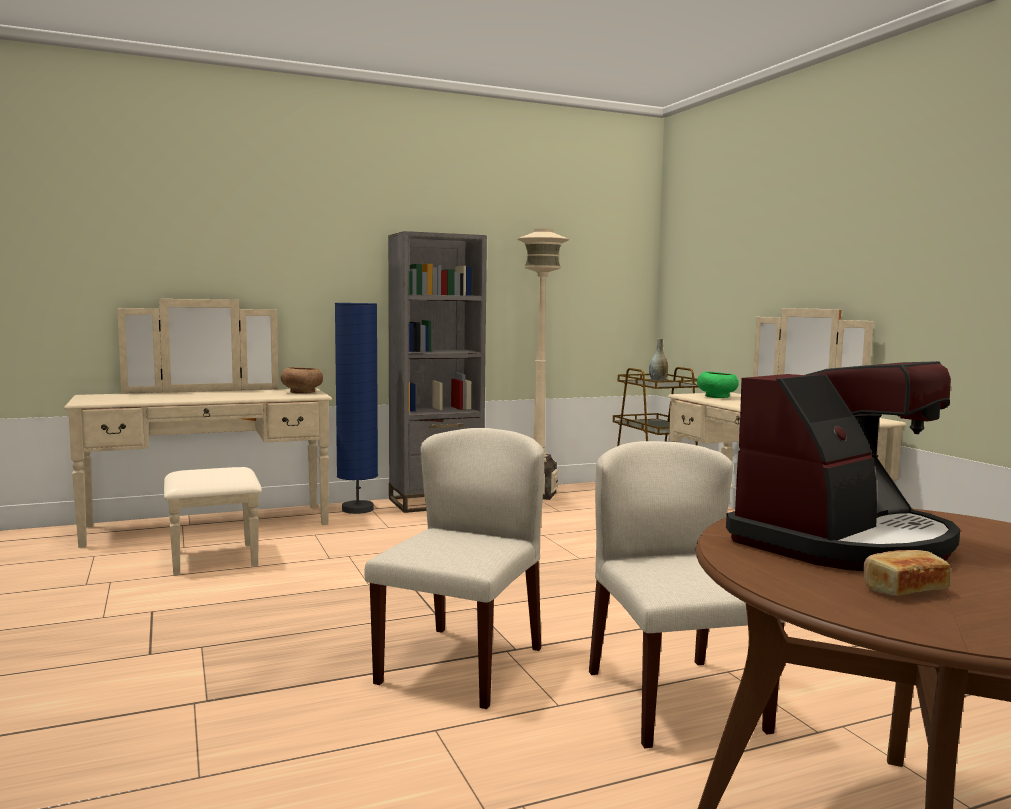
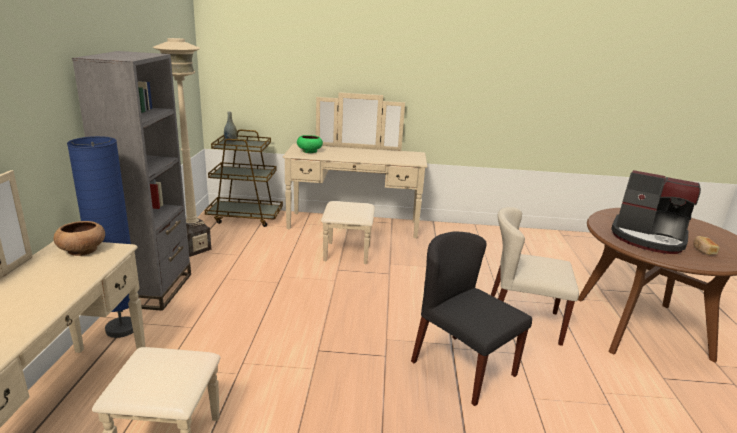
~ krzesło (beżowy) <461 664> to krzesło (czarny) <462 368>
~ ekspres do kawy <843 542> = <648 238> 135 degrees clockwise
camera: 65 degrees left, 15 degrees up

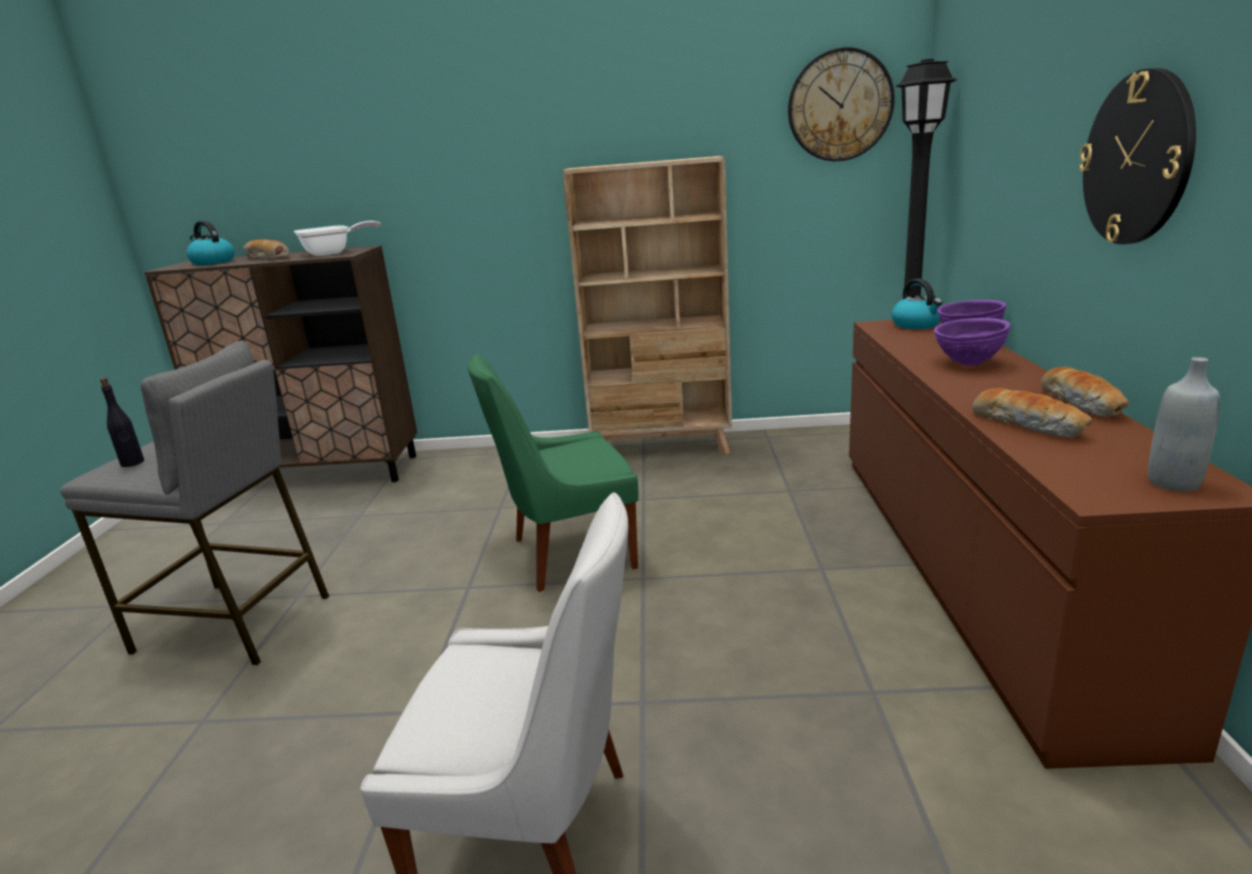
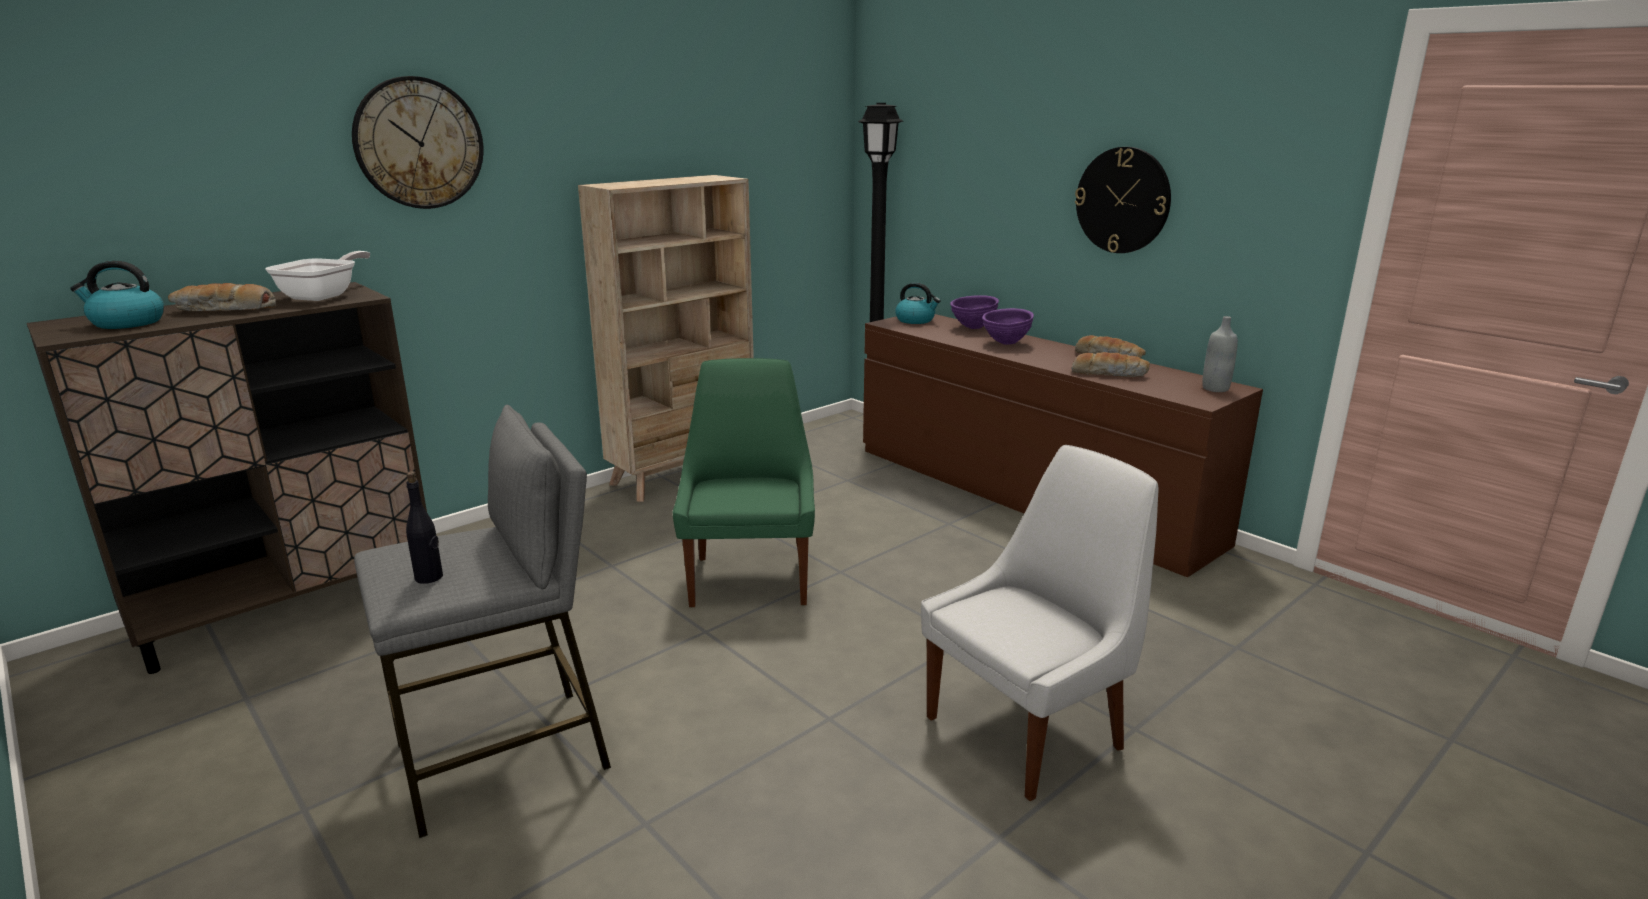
~ zegar ścienny <840 106> to <419 143>
~ krzesło (zielony) <568 554> = <750 578> 150 degrees clockwise
camera: 45 degrees left, 0 degrees up

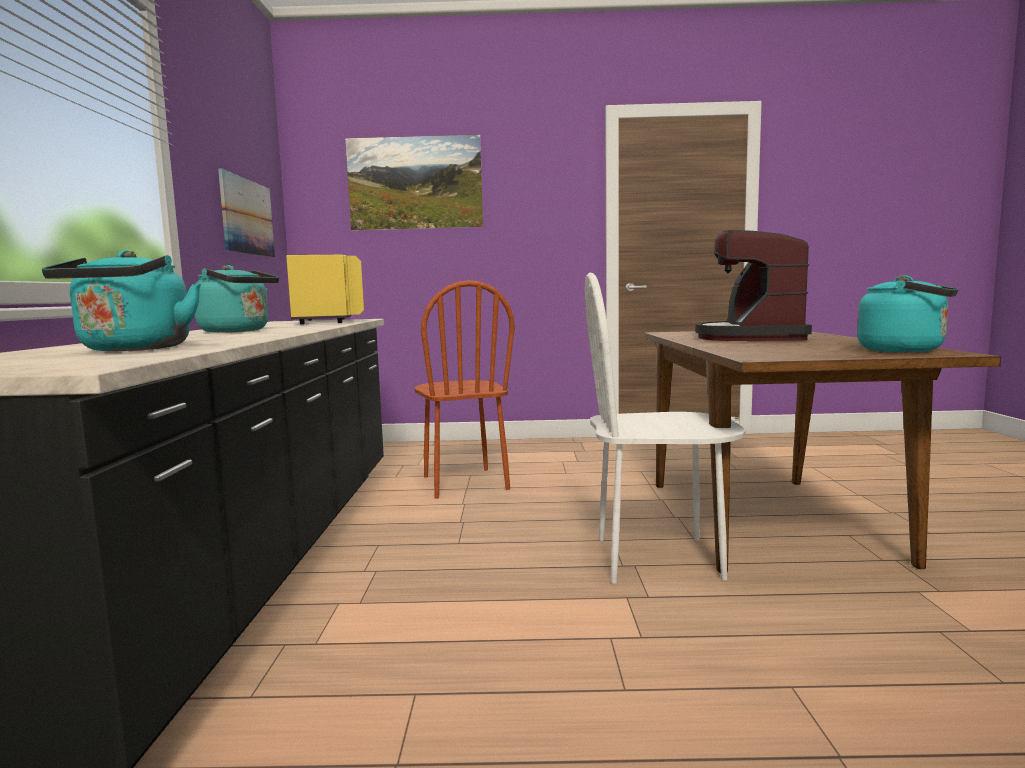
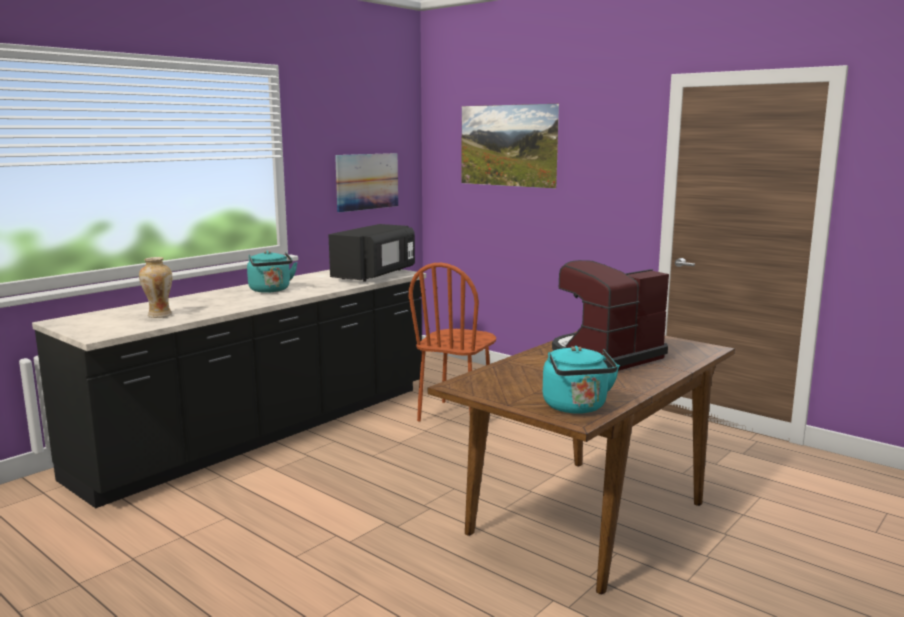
- krzesło (biały) <657 558>
~ czajnik (turkusowy) <133 349> to wazon <159 315>
~ mikrofalówka (żółty) <330 321> to mikrofalówka (czarny) <375 275>
camera: 40 degrees right, 5 degrees up

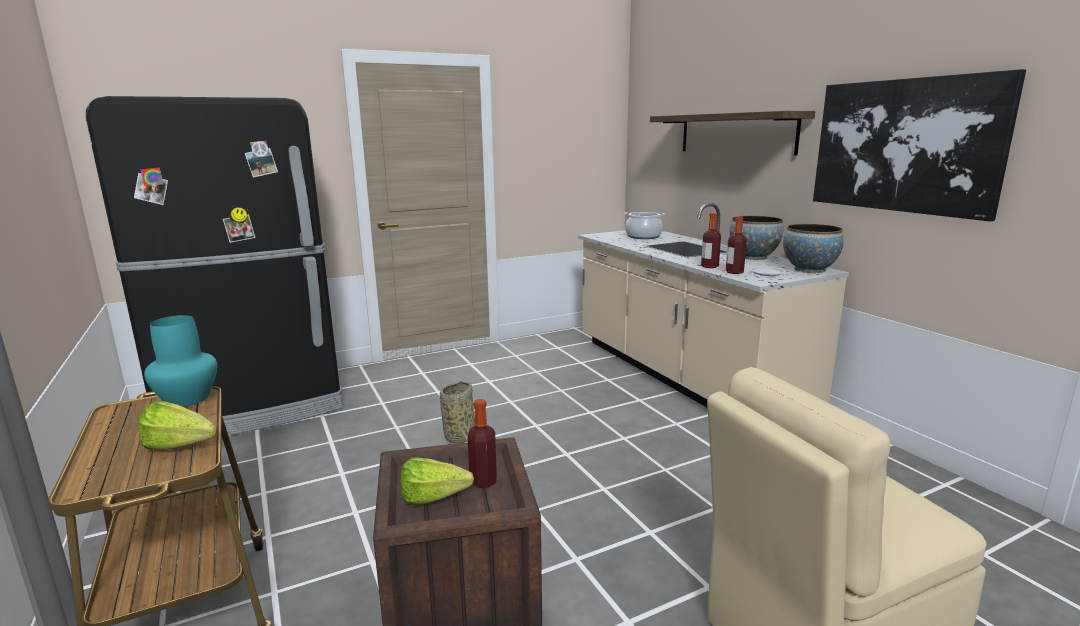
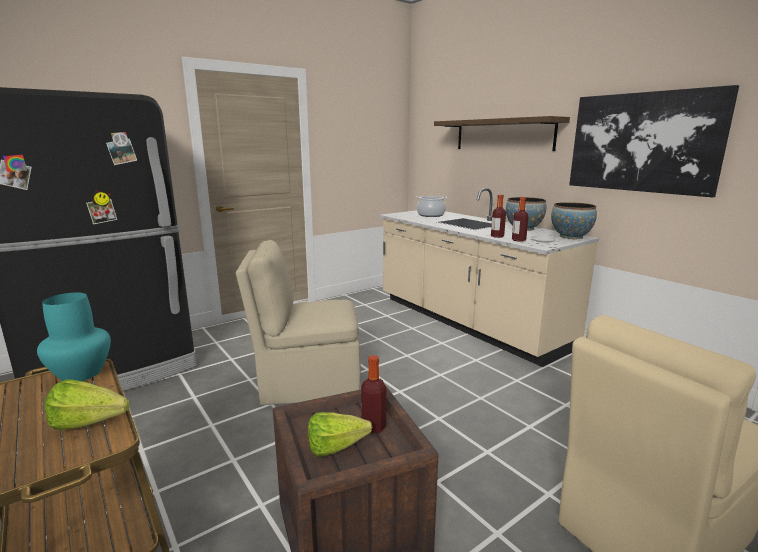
~ koszyk <460 436> to krzesło (beżowy) <307 383>
camera: 10 degrees left, 0 degrees up

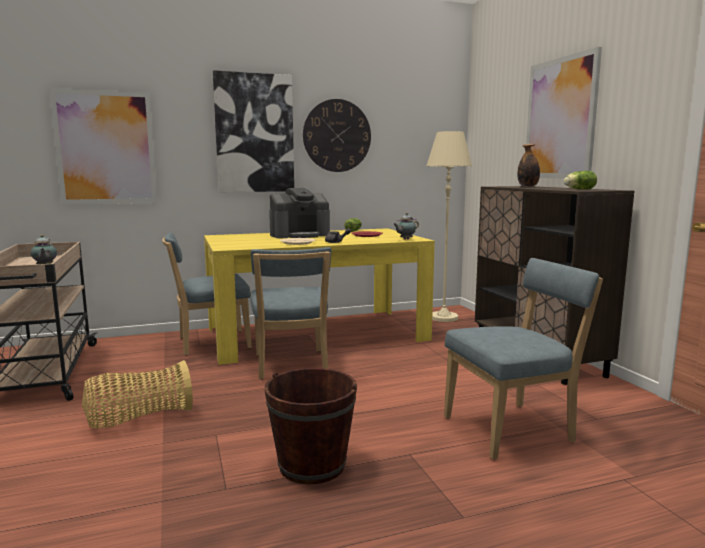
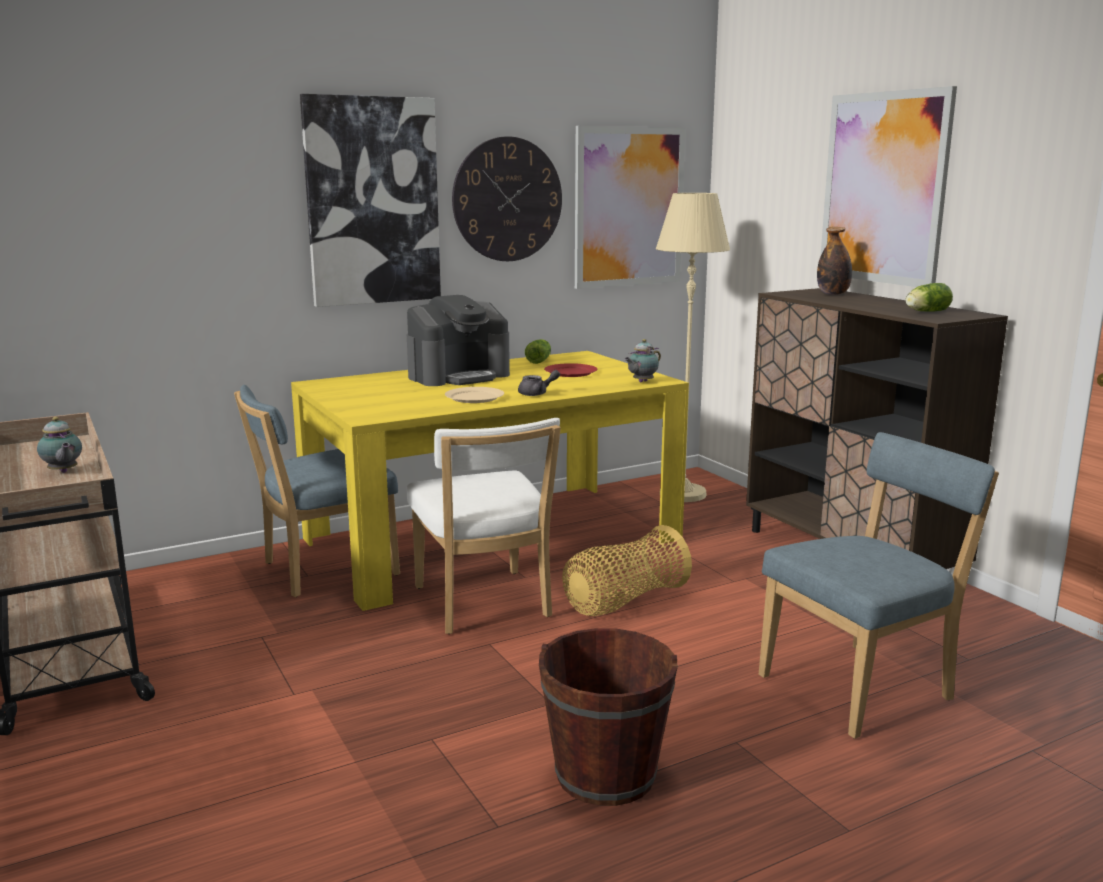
~ obraz <106 148> to <629 207>
~ koszyk <139 418> to <623 602>
~ krzesło (niebieski) <291 366> to krzesło (biały) <484 605>
camera: 10 degrees left, 5 degrees up

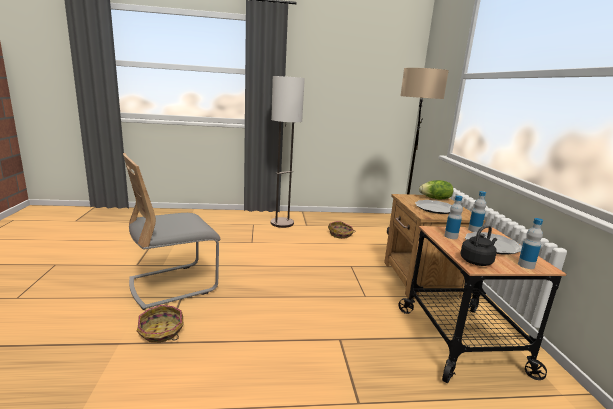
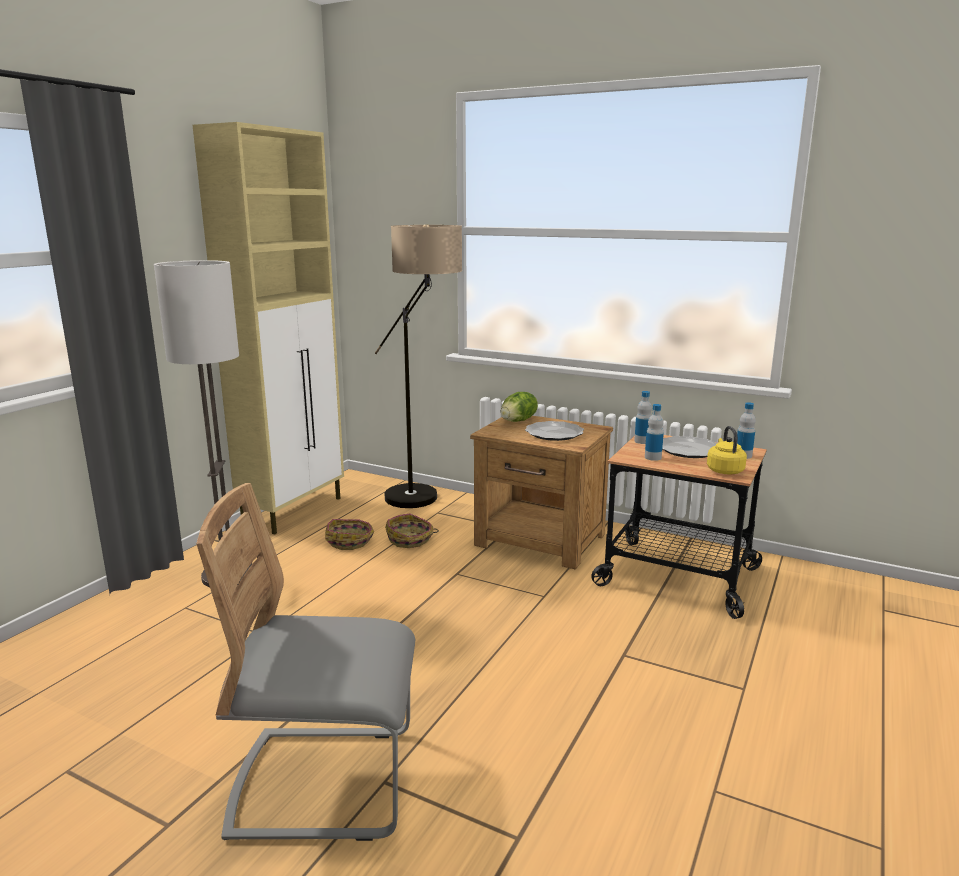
+ szafka (beżowy) <294 511>
~ koszyk <161 332> to <410 540>
~ czajnik (czarny) <477 261> to czajnik (żółty) <724 470>
~ krzesło (szary) <173 284> = <325 782> 90 degrees clockwise
camera: 55 degrees left, 0 degrees up

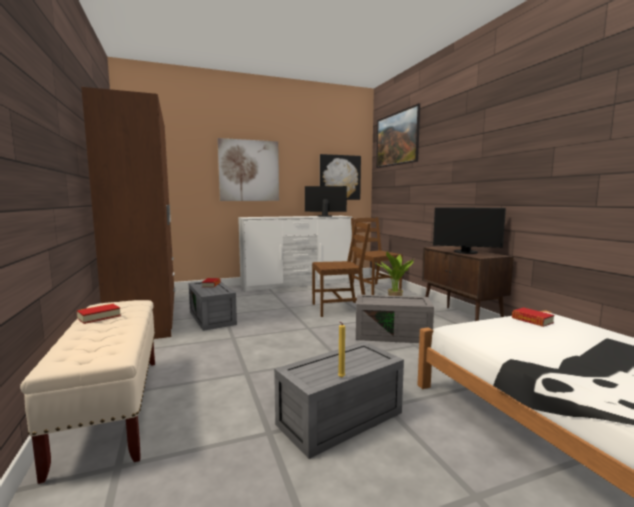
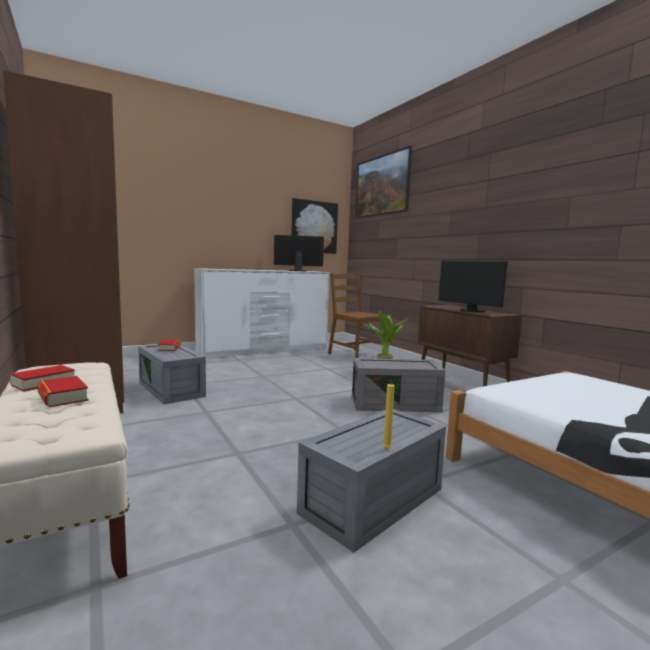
- obraz <249 170>
- krzesło (brązowy) <339 308>
~ książka <532 320> to <62 397>
~ monitor <466 252> = <471 311> 45 degrees clockwise
camera: 10 degrees left, 0 degrees up

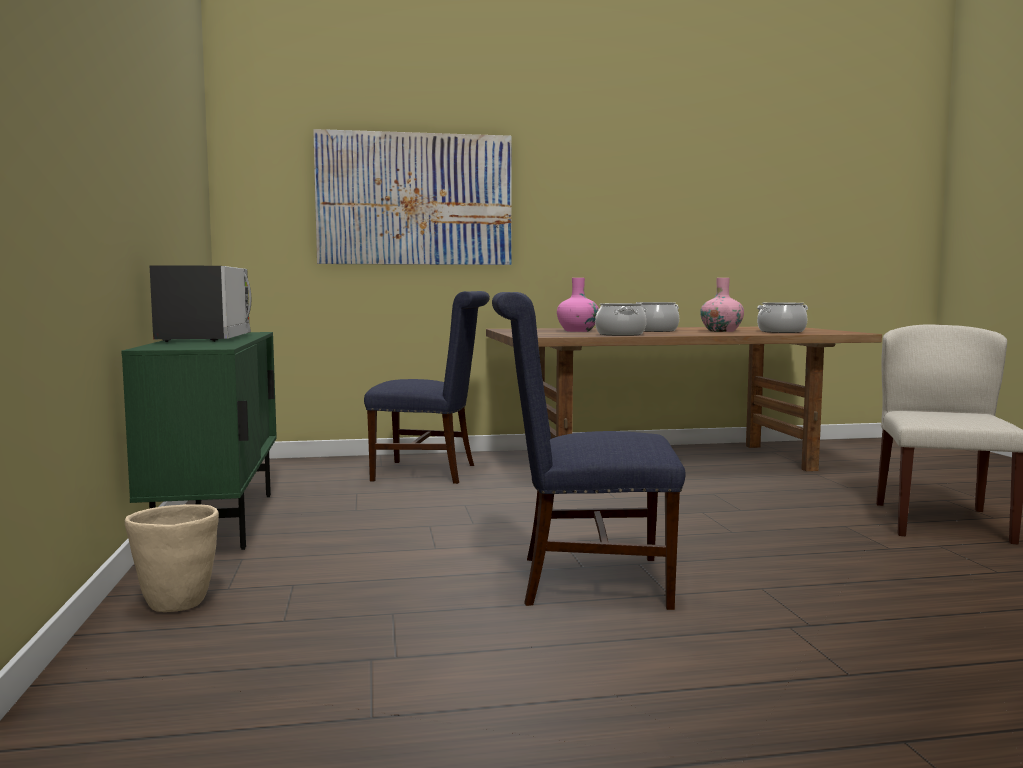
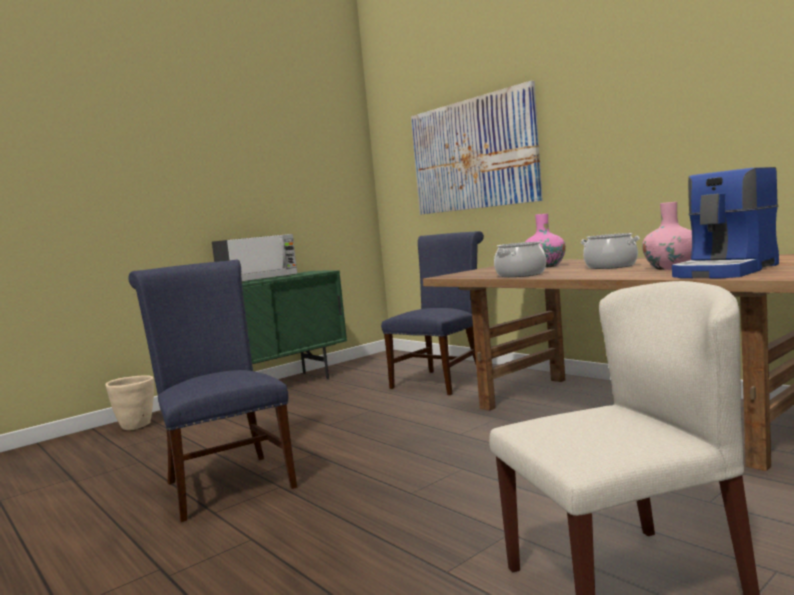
~ garnek <781 332> to ekspres do kawy <727 271>
~ krzesło (niebieski) <432 472> = <442 380> 120 degrees counterclockwise
camera: 60 degrees right, 0 degrees up

